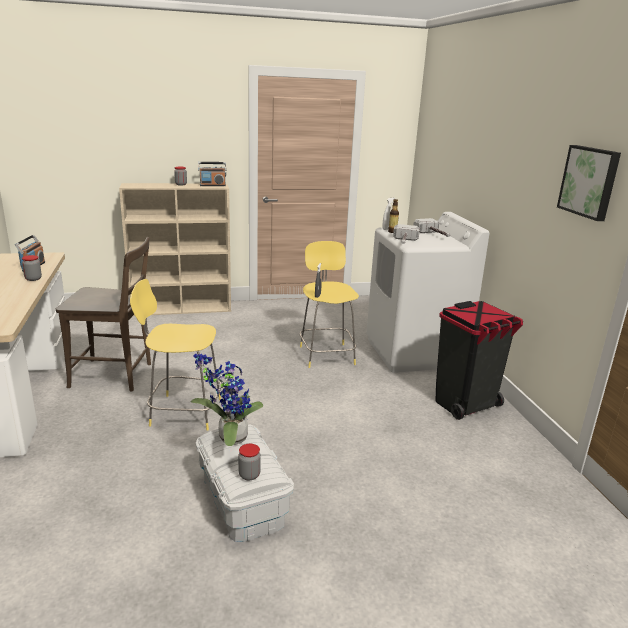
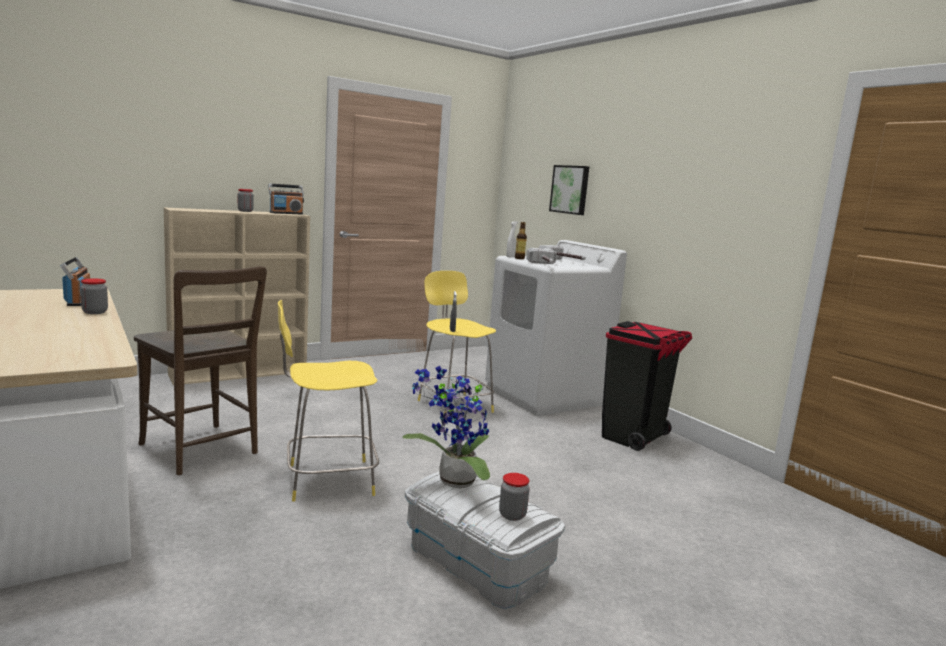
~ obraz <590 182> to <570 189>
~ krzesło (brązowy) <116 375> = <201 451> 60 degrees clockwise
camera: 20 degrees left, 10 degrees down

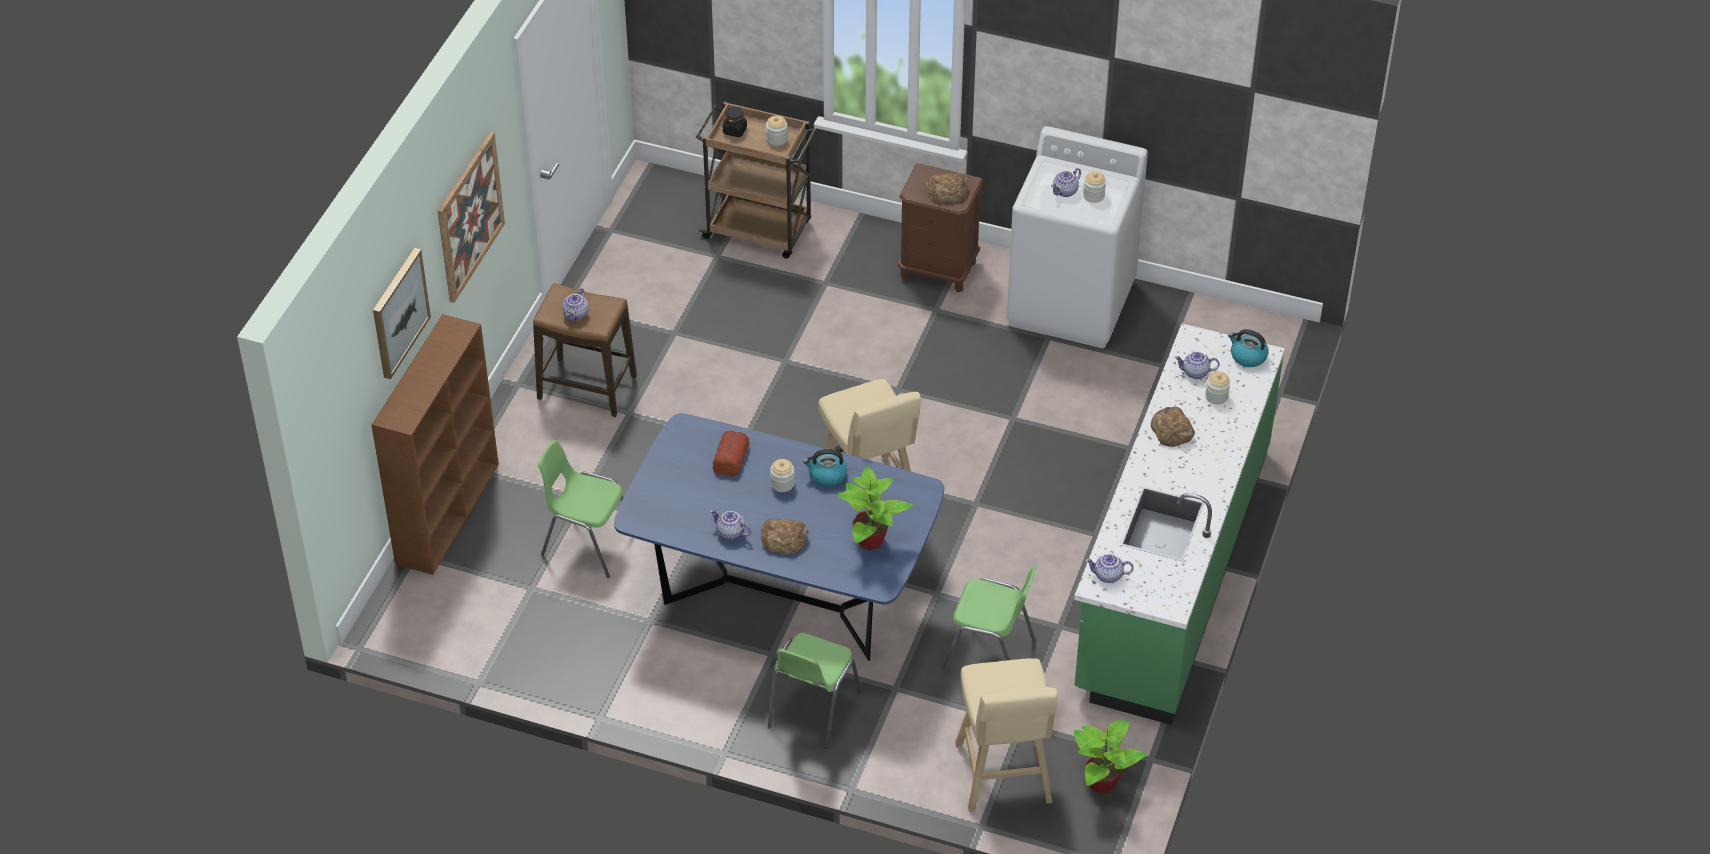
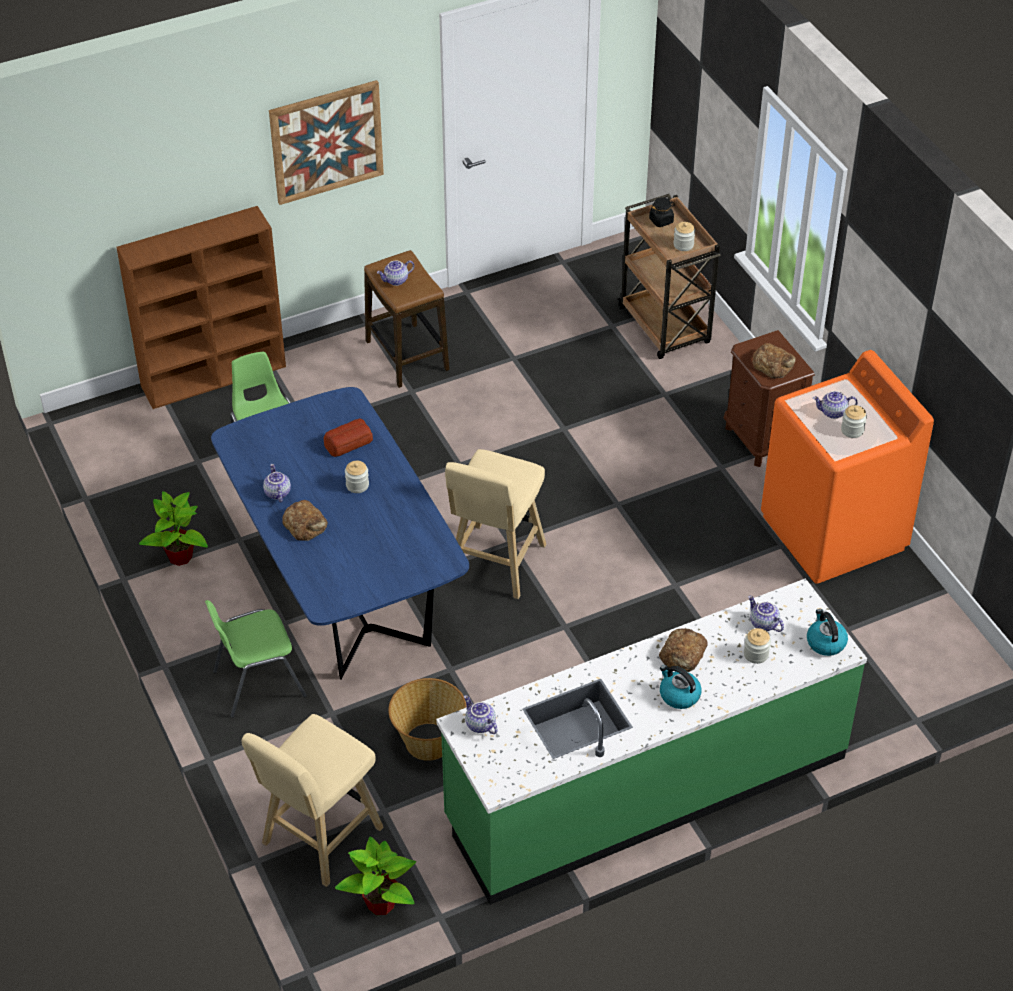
- obraz <399 312>
~ czajnik <827 475> to <678 695>
~ roślina doniczkowa <871 541> to <180 557>
~ krzesło (zielony) <990 654> to koszyk <429 742>
~ pralka (biały) <1071 303> to pralka (pomarańczowy) <833 533>
camera: 45 degrees right, 0 degrees up

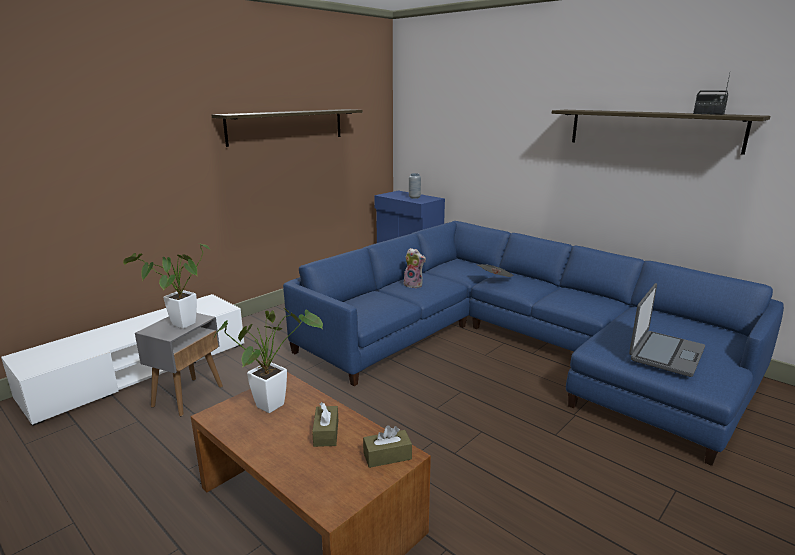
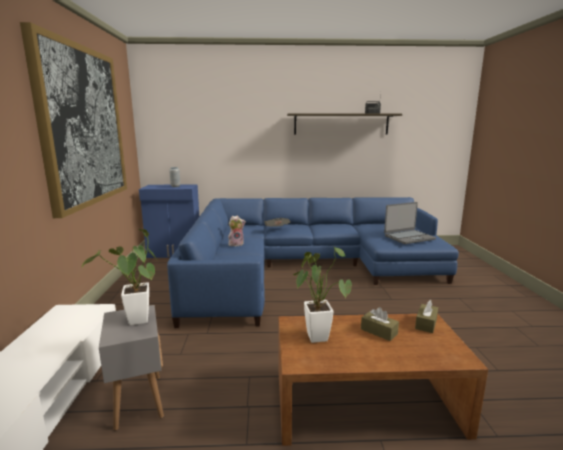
~ półka <287 126> to obraz <83 126>
~ laptop <665 353> = <409 237> 75 degrees clockwise
camera: 45 degrees left, 5 degrees down

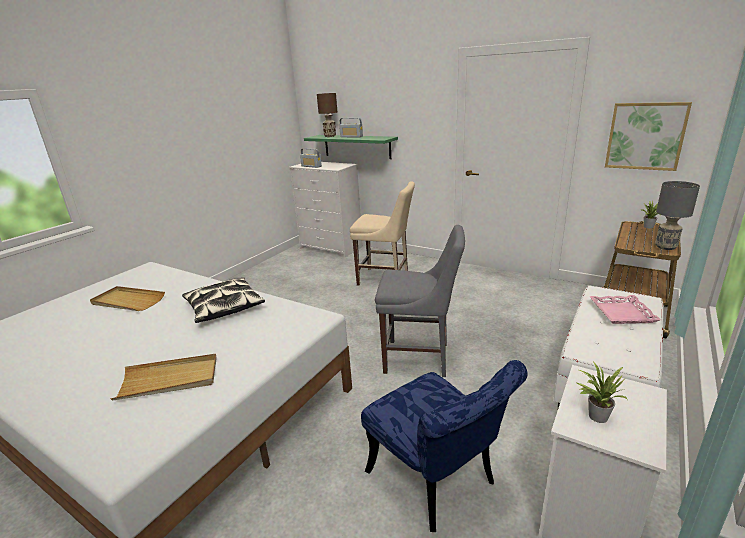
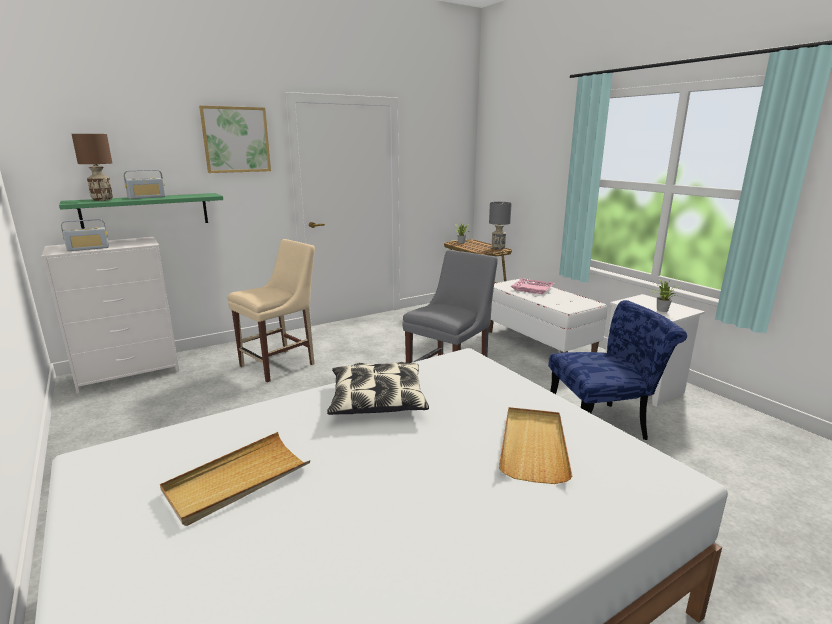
~ obraz <645 136> to <236 140>
camera: 65 degrees left, 5 degrees down

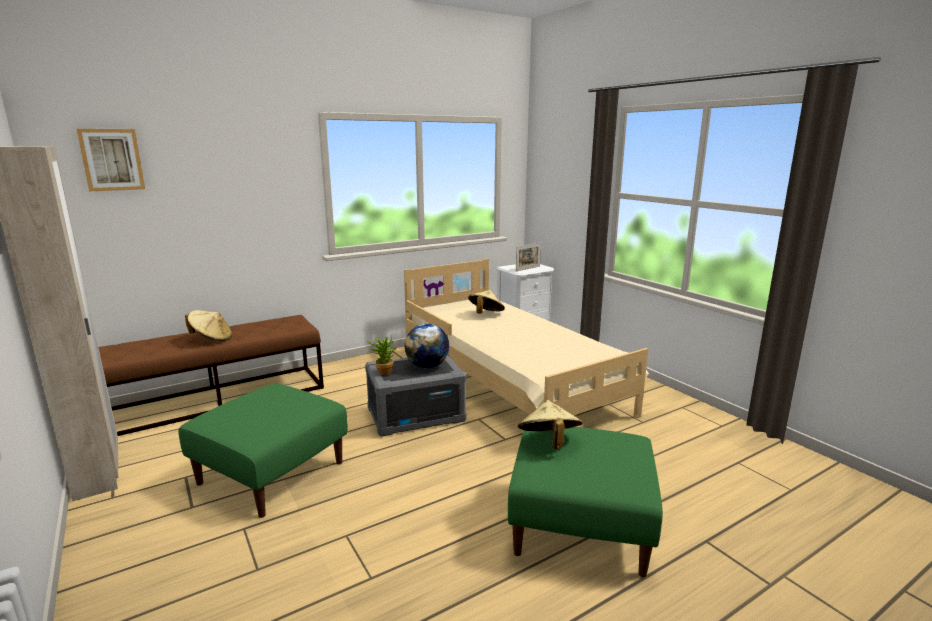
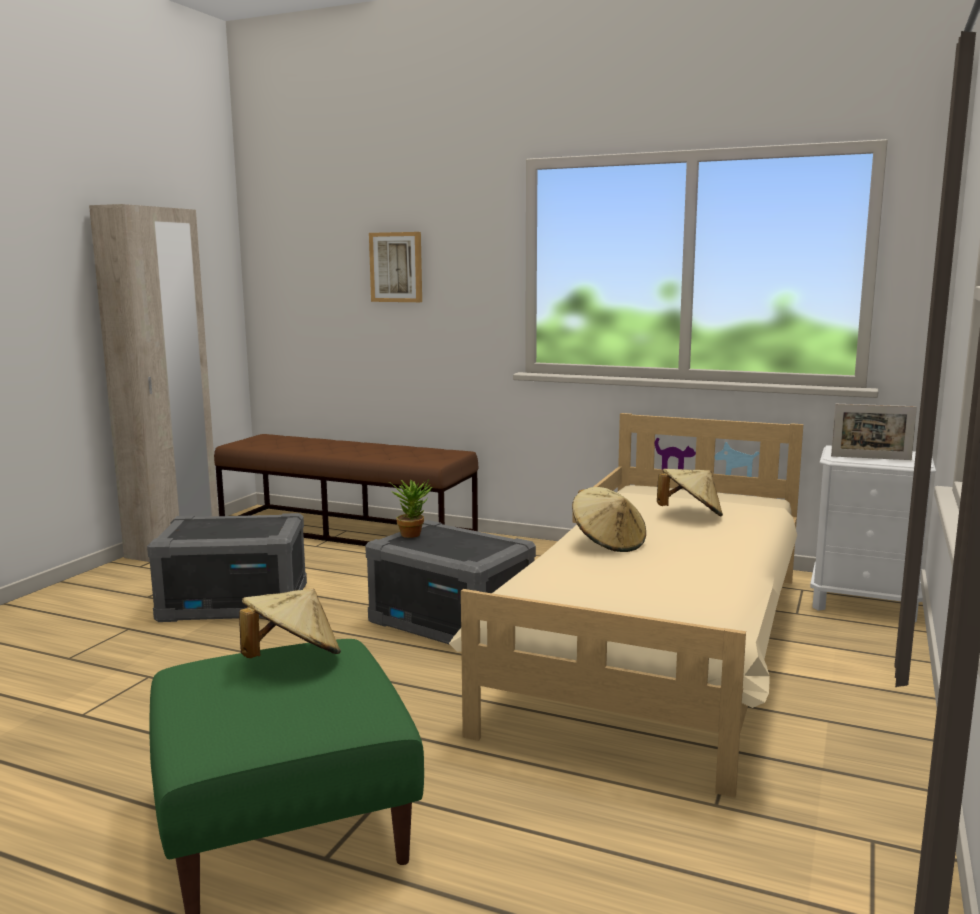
- globus <427 366>
~ obraz <112 160> to <396 267>
~ kapelusz (beżowy) <211 339> to <608 543>
~ pufa (zielony) <272 472> to pojemnik do przechowywania (szary) <235 602>
camera: 55 degrees right, 5 degrees down

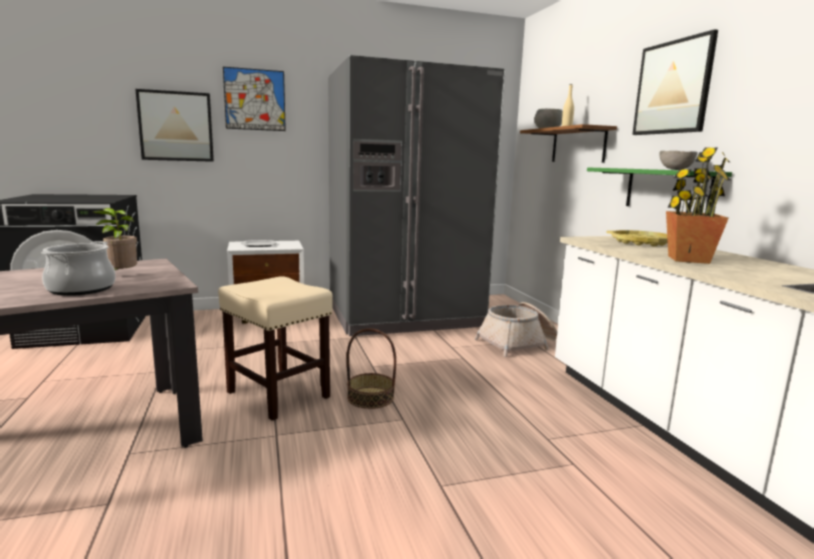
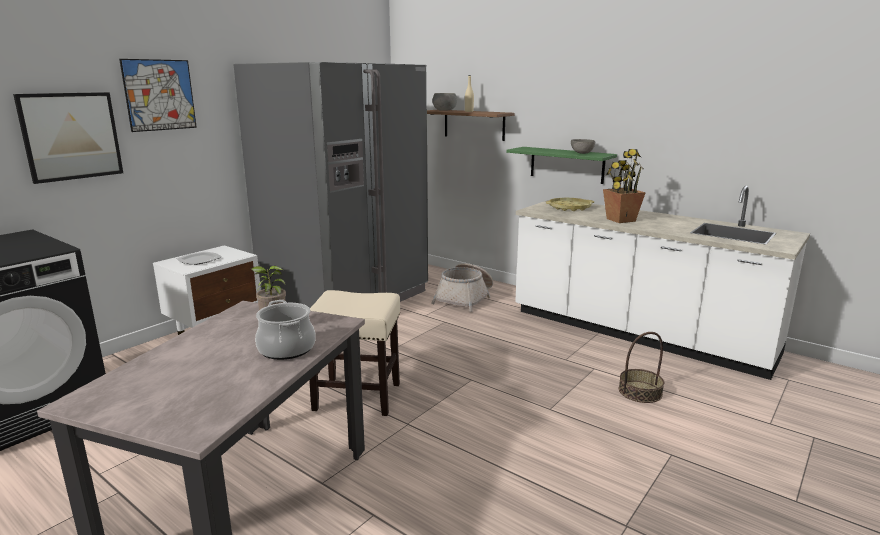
- obraz <672 87>
~ koszyk <370 397> to <640 392>
camera: 35 degrees left, 5 degrees up

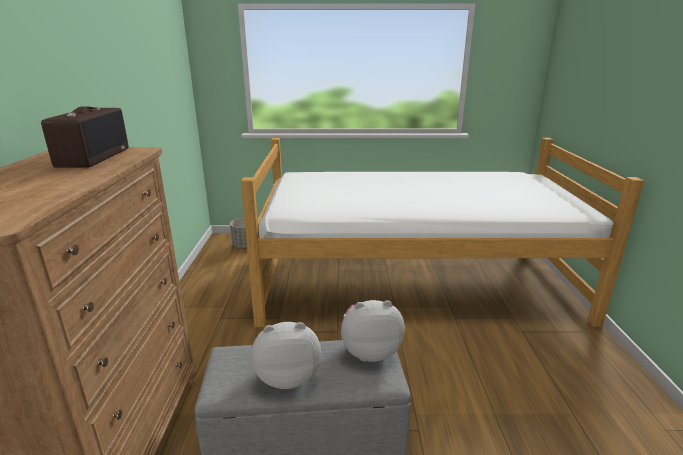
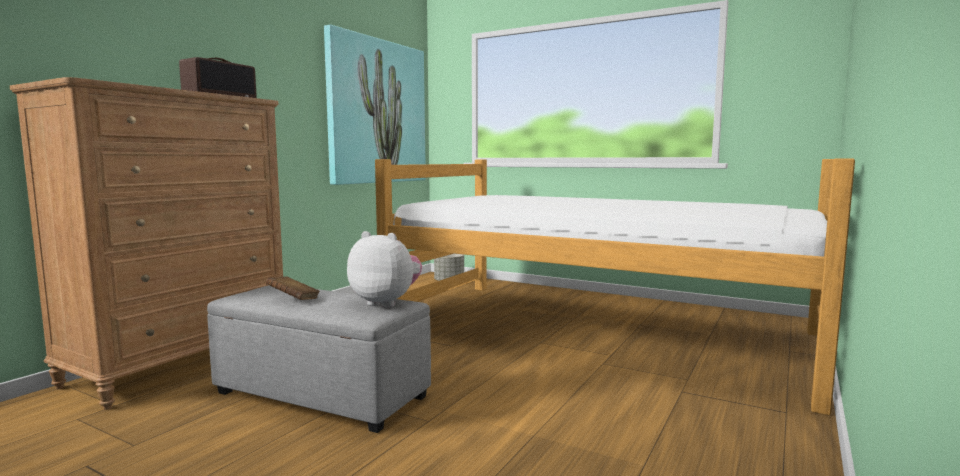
+ obraz <377 112>
~ pluszak <287 376> to książka (brązowy) <293 299>
camera: 30 degrees right, 15 degrees down

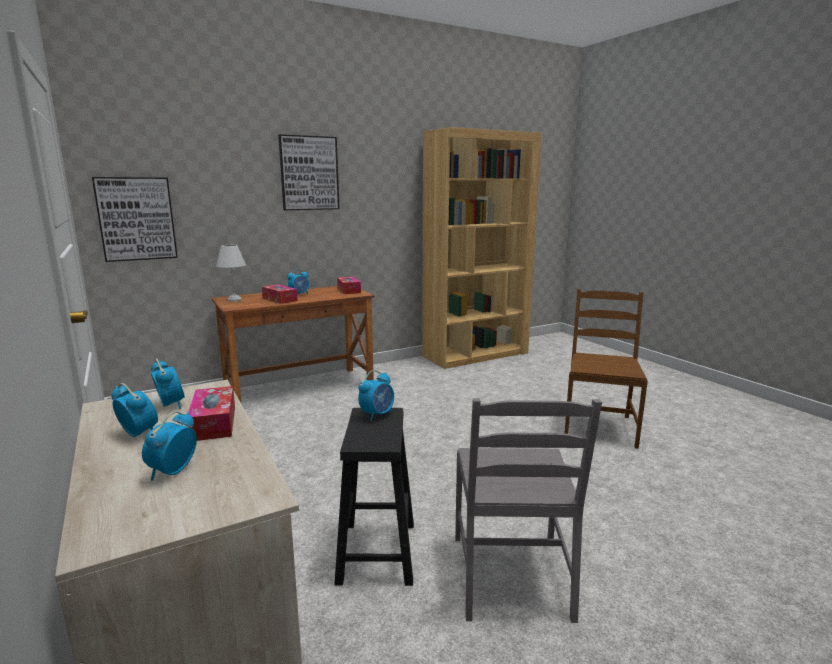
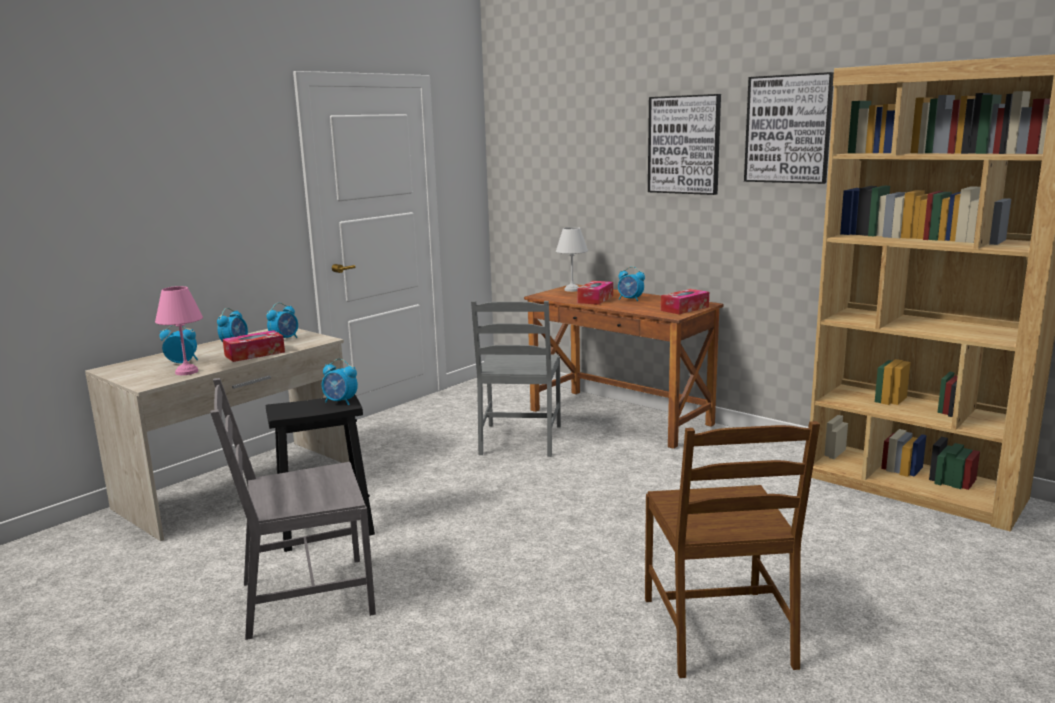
+ lampa stołowa (różowy) <186 372>
+ krzesło (szary) <520 440>
~ obraz <136 219> to <788 129>
~ krzesło (brązowy) <598 427> = <719 632> 90 degrees clockwise
camera: 70 degrees right, 0 degrees up

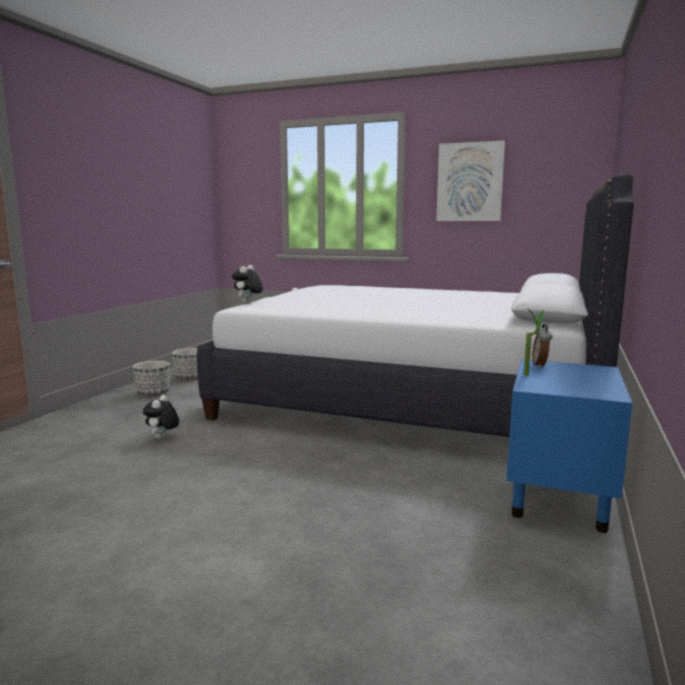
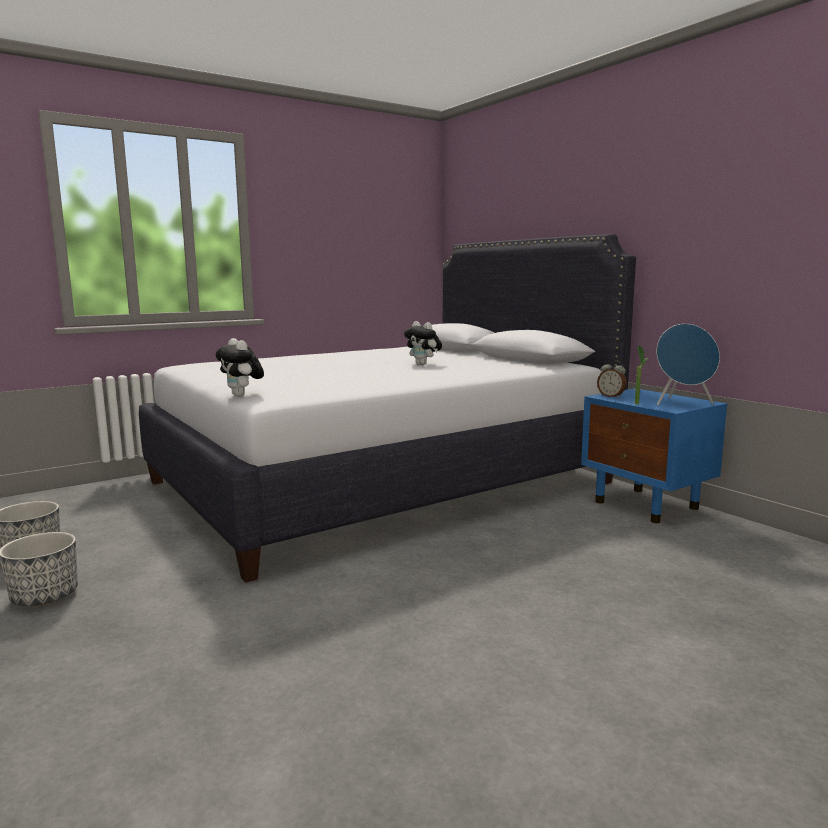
- obraz <470 182>
+ głośnik (niebieski) <682 403>
~ pluszak <162 438> to <423 364>
camera: 55 degrees left, 0 degrees up

